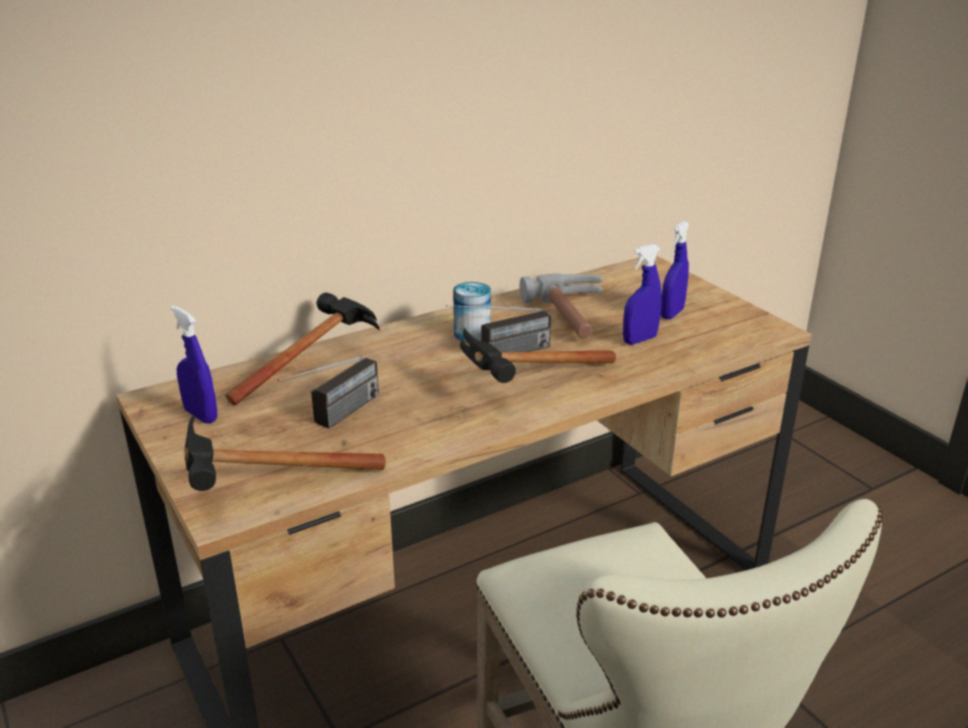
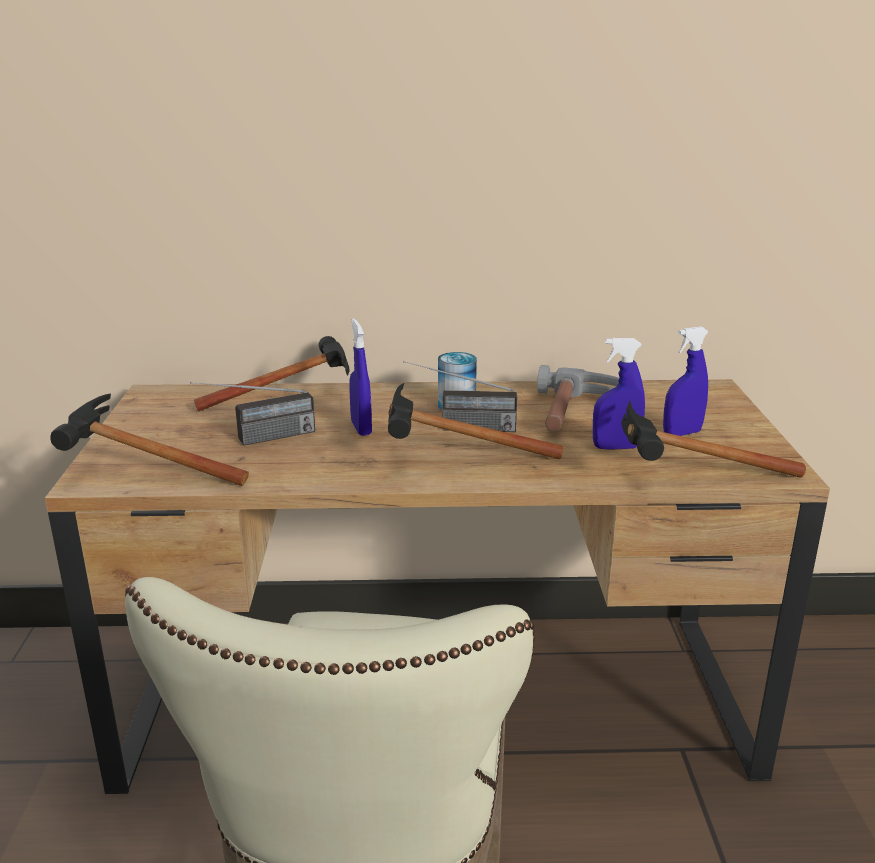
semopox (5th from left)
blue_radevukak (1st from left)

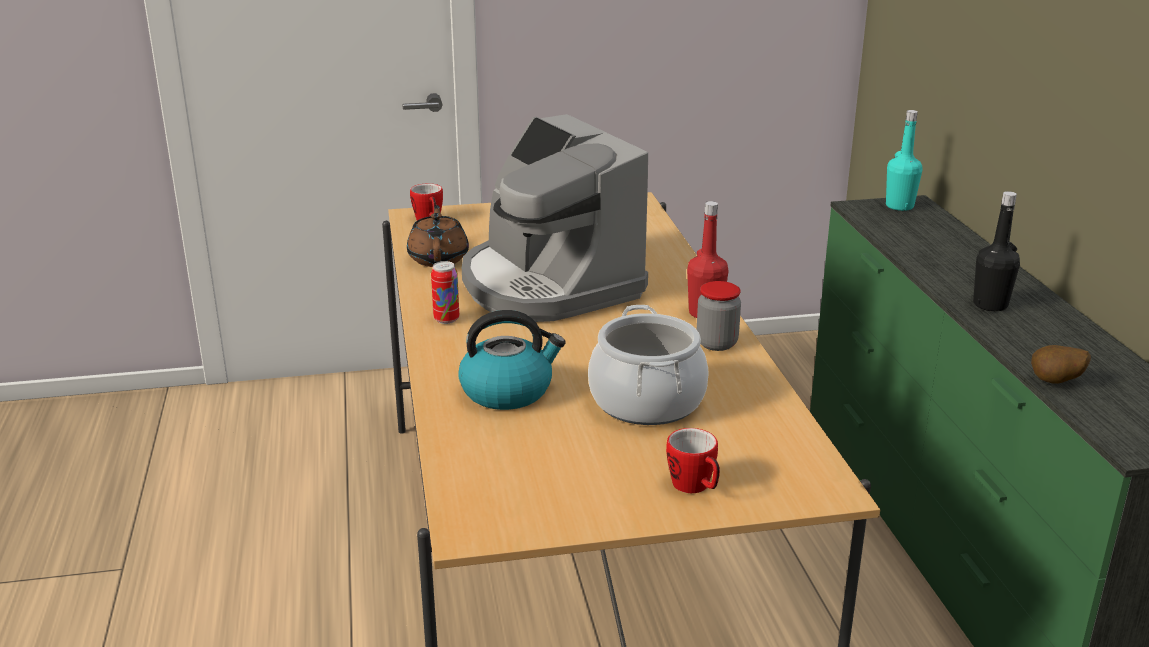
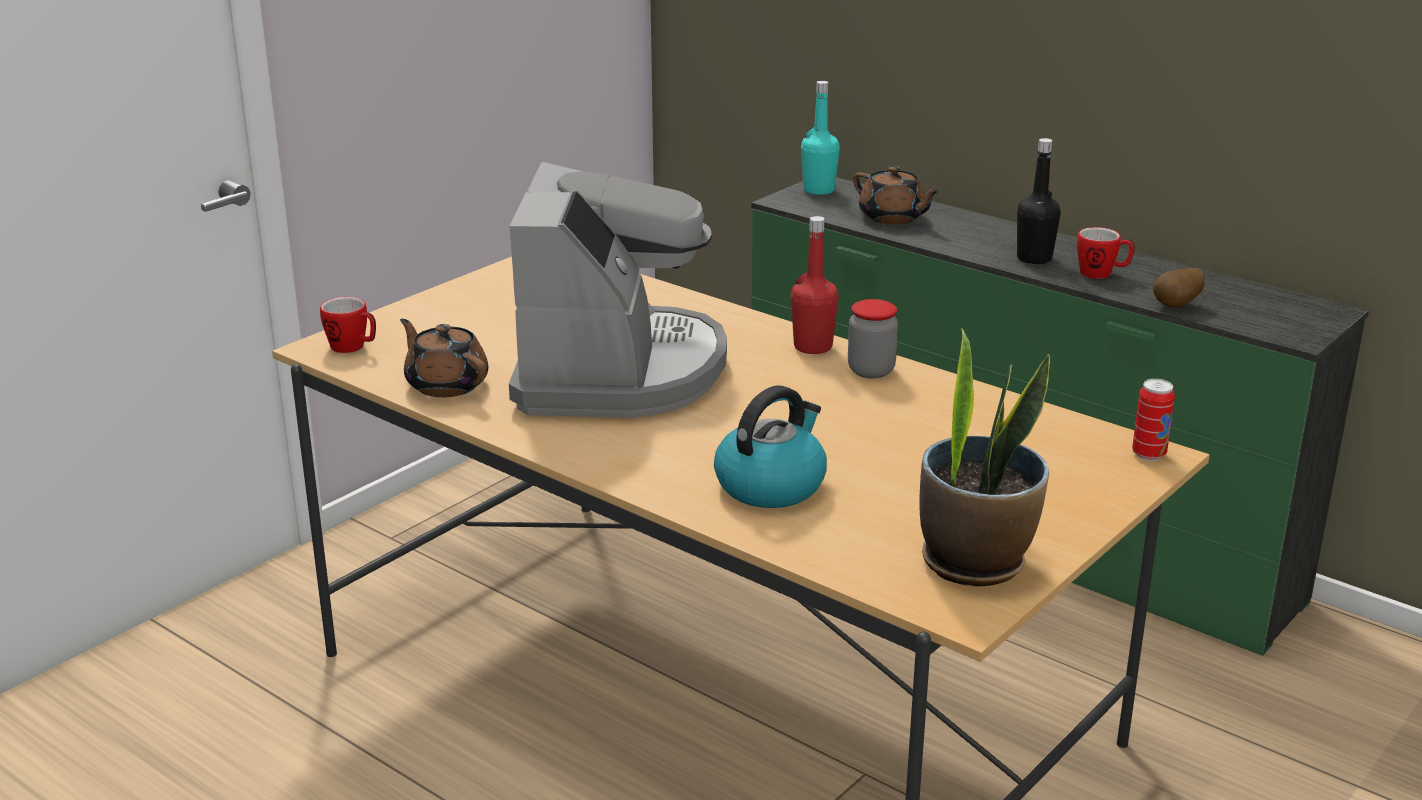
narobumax
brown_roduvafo (2nd from left)
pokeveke
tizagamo
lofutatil (2nd from left)
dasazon

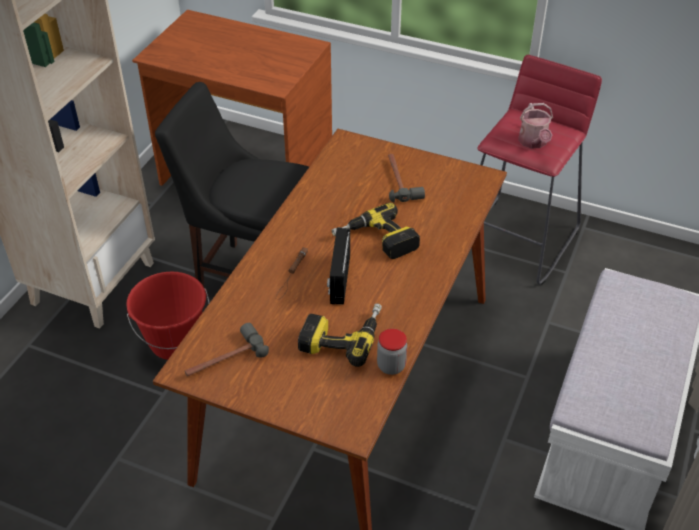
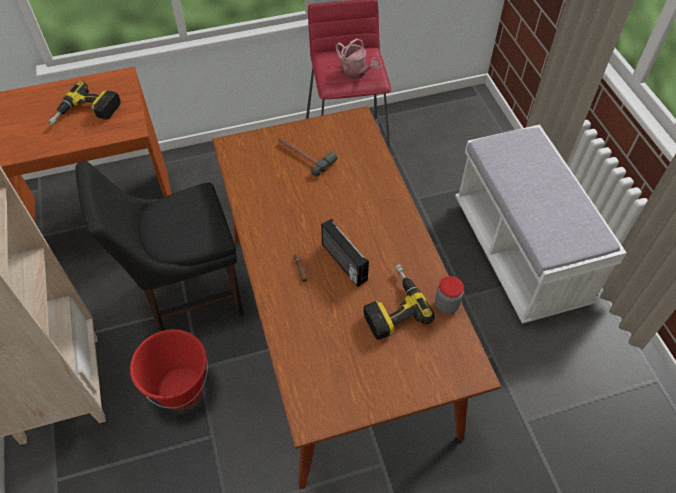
semopox (1st from left in the first image)
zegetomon (1st from left)

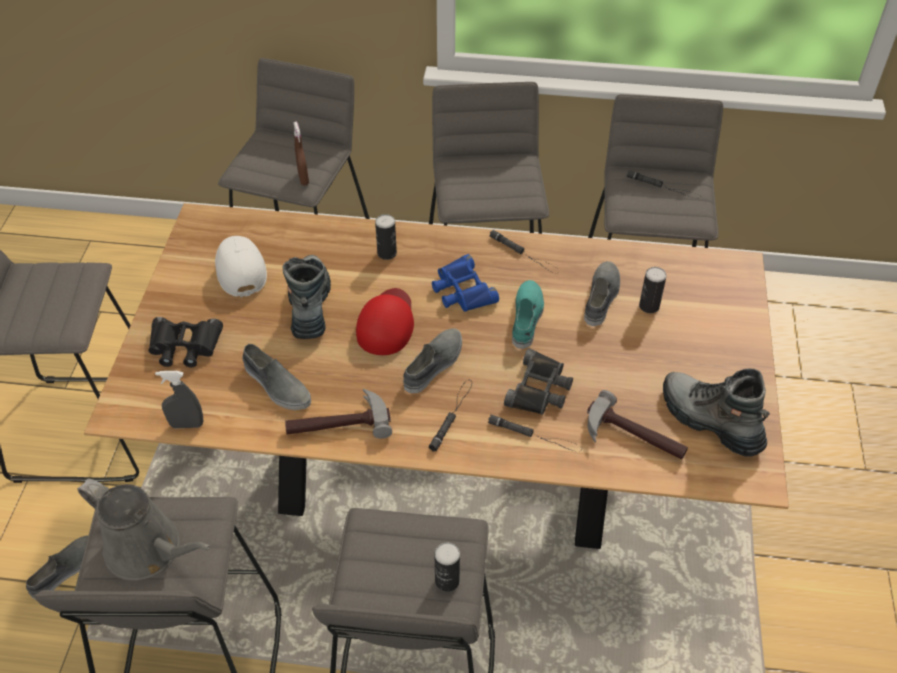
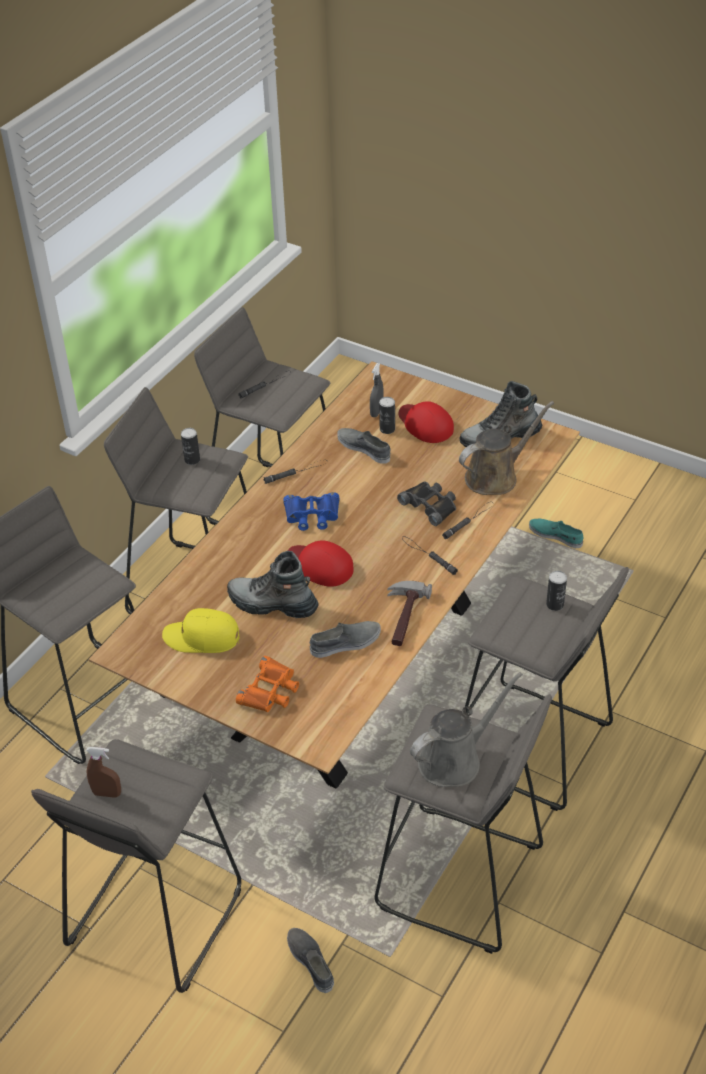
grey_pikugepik (3rd from left in the first image)
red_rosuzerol (2nd from left)
grey_radevukak
brown_radevukak
tizagamo (1st from left)
turquoise_pikugepik
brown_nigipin
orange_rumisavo
yellow_rosuzerol

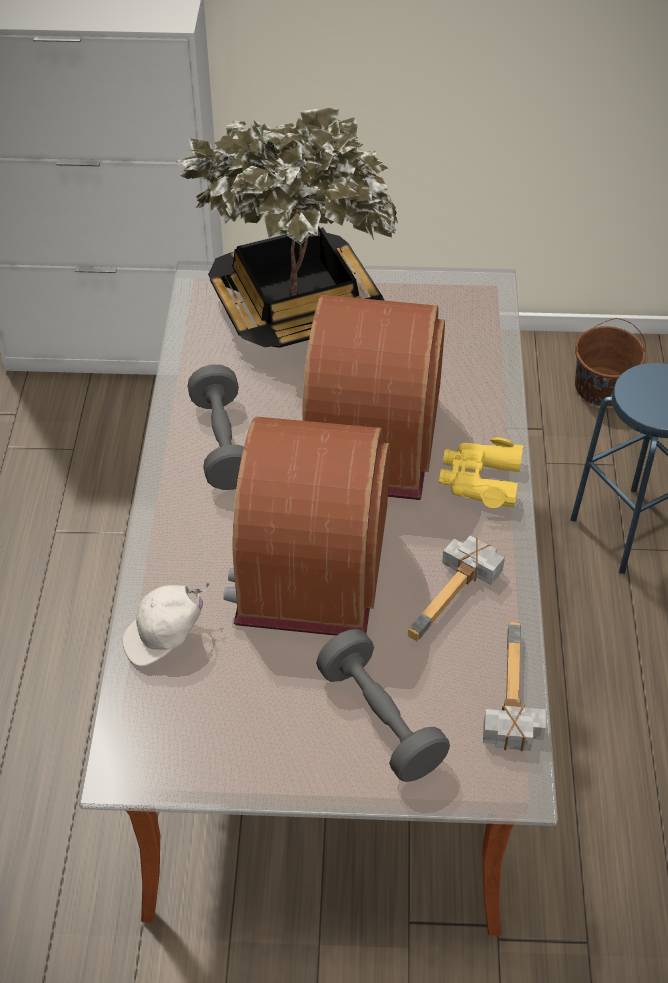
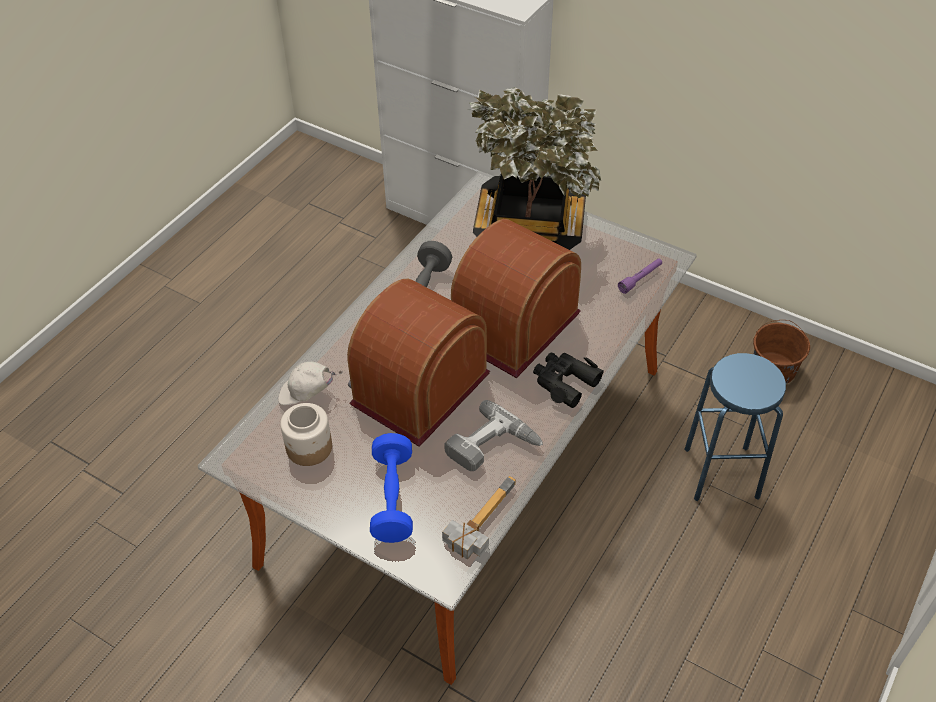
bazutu
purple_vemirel
zegetomon
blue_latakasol
black_rumisavo

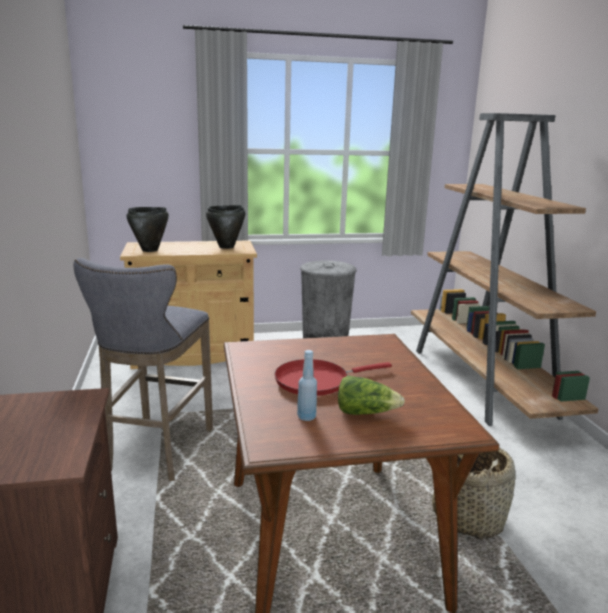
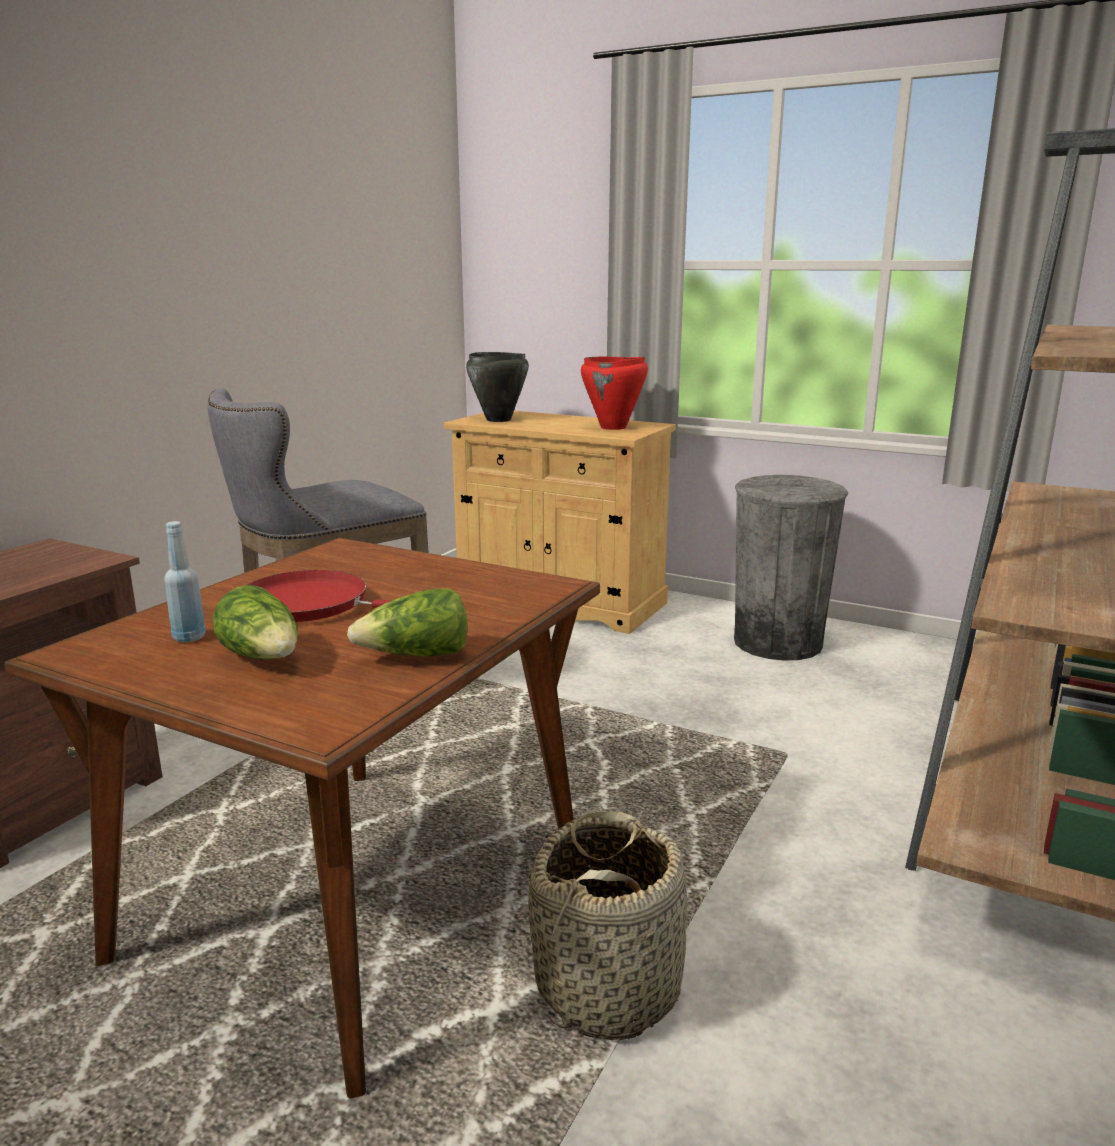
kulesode (2nd from left)
red_narobumax

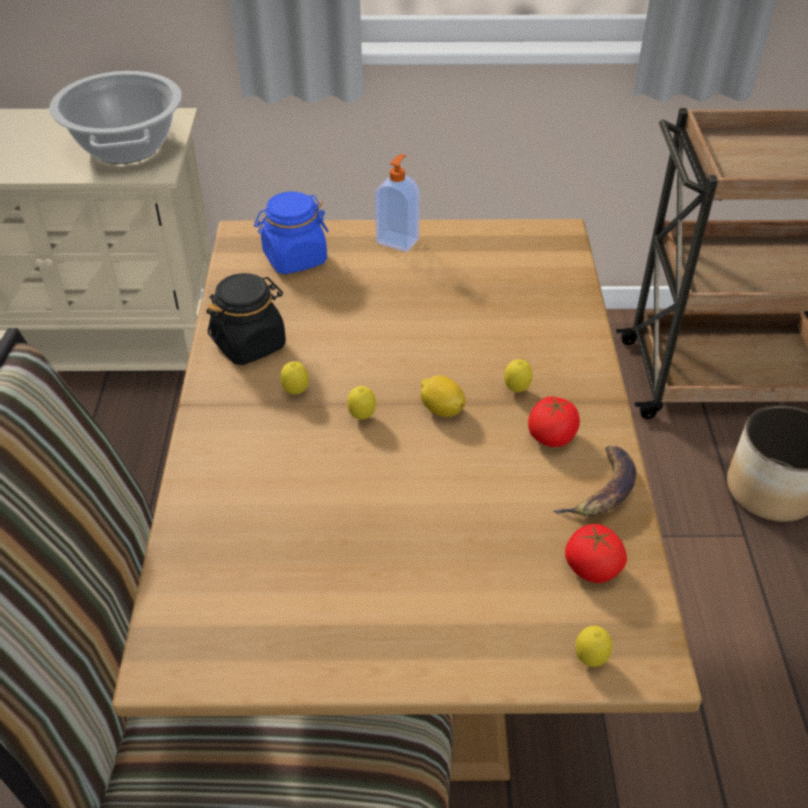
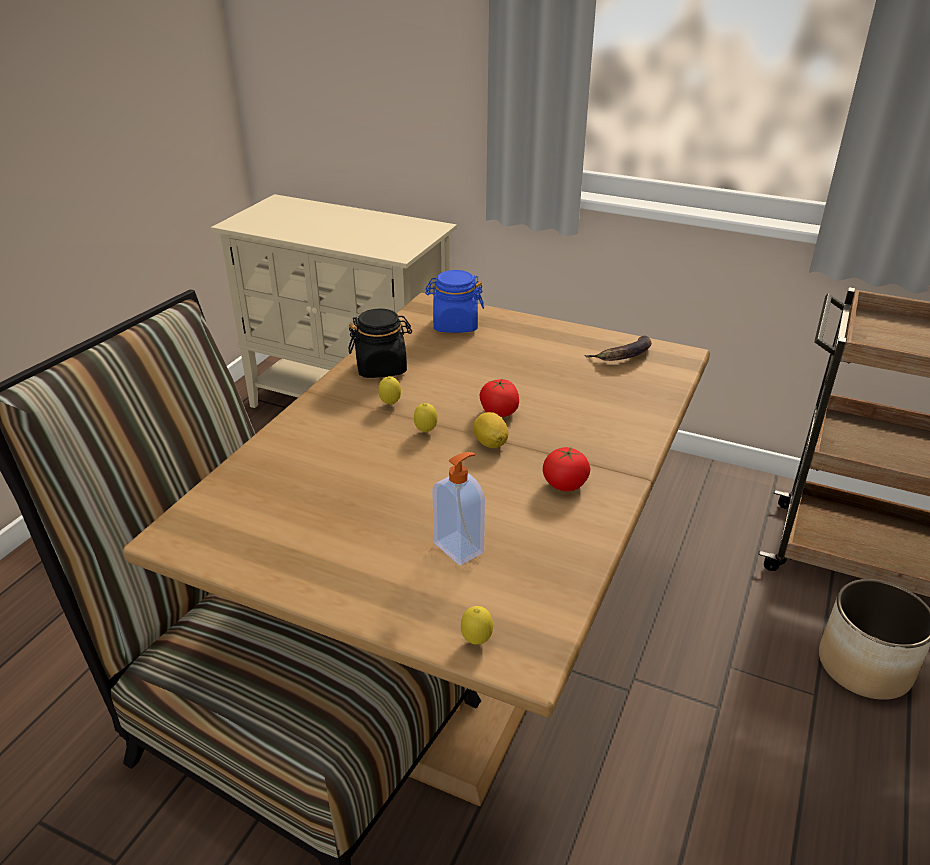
narobumax
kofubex (4th from left in the first image)
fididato
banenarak
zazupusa (1st from left)

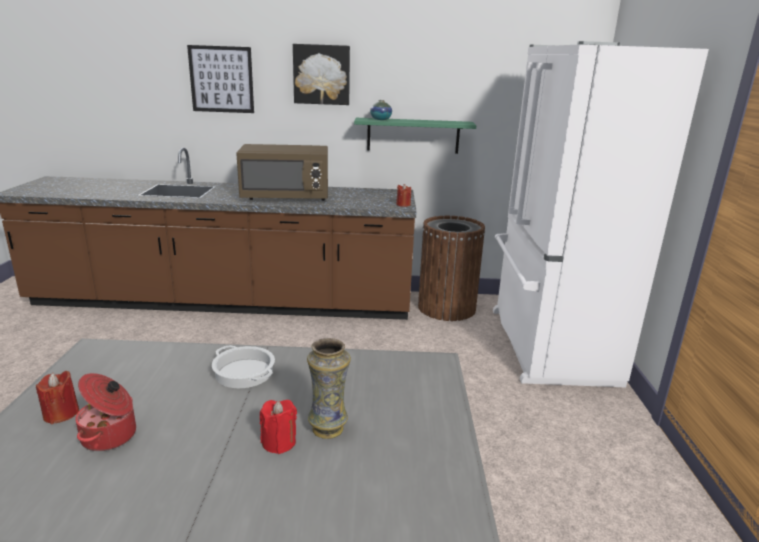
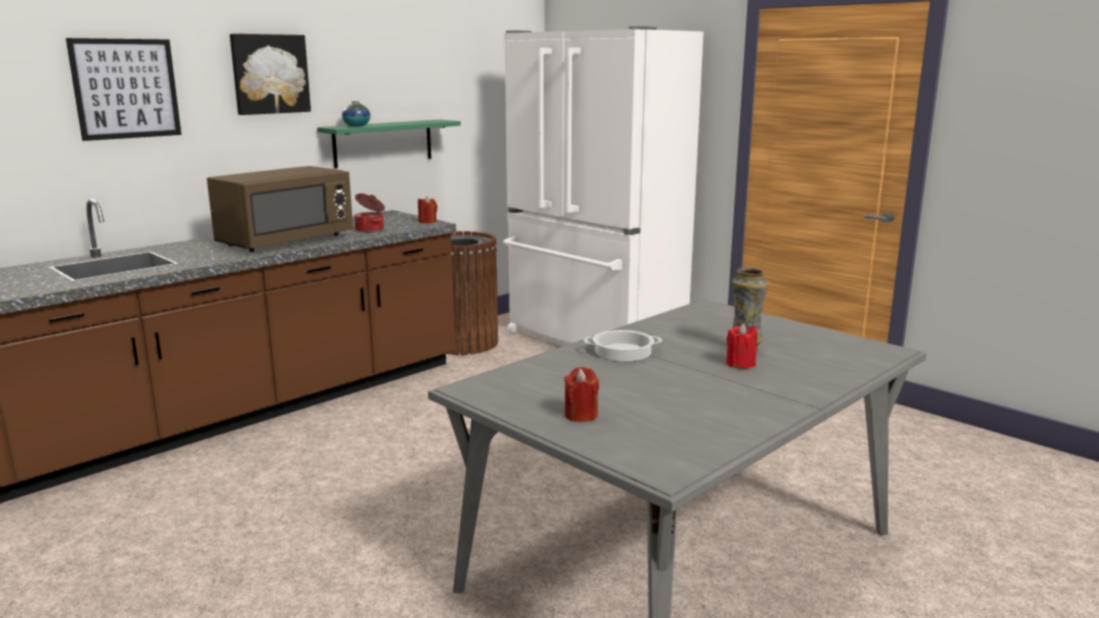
narobumax (1st from left)

